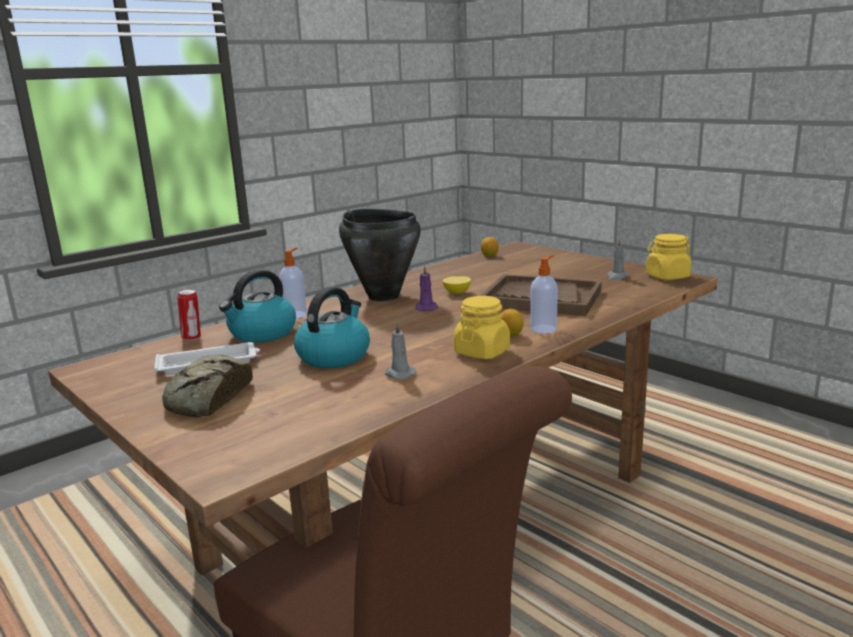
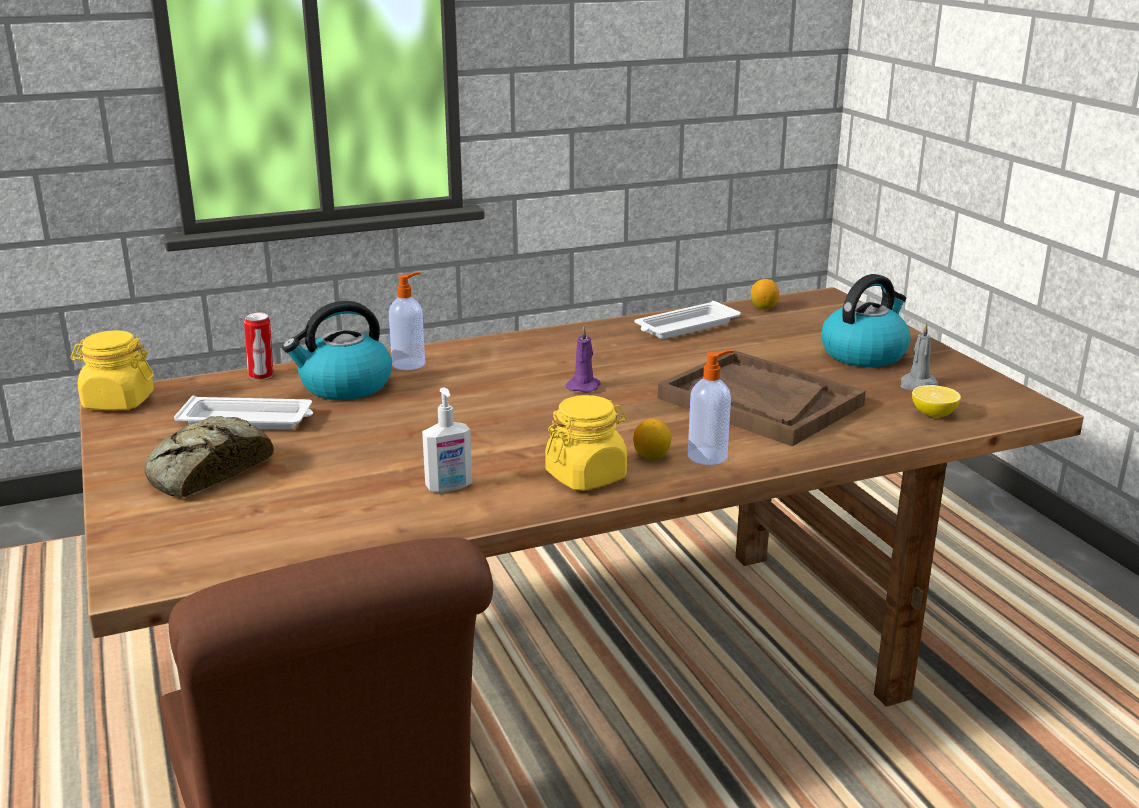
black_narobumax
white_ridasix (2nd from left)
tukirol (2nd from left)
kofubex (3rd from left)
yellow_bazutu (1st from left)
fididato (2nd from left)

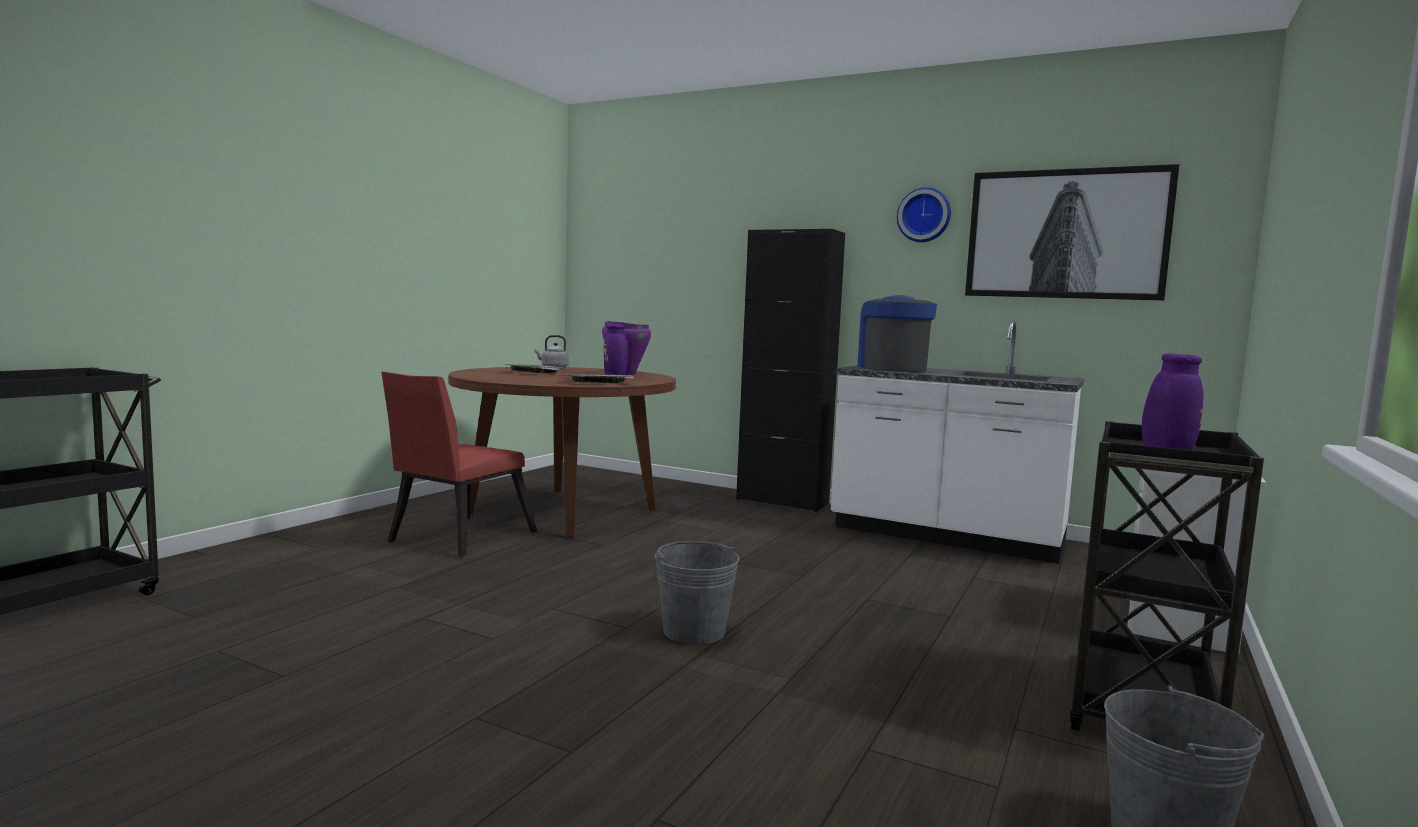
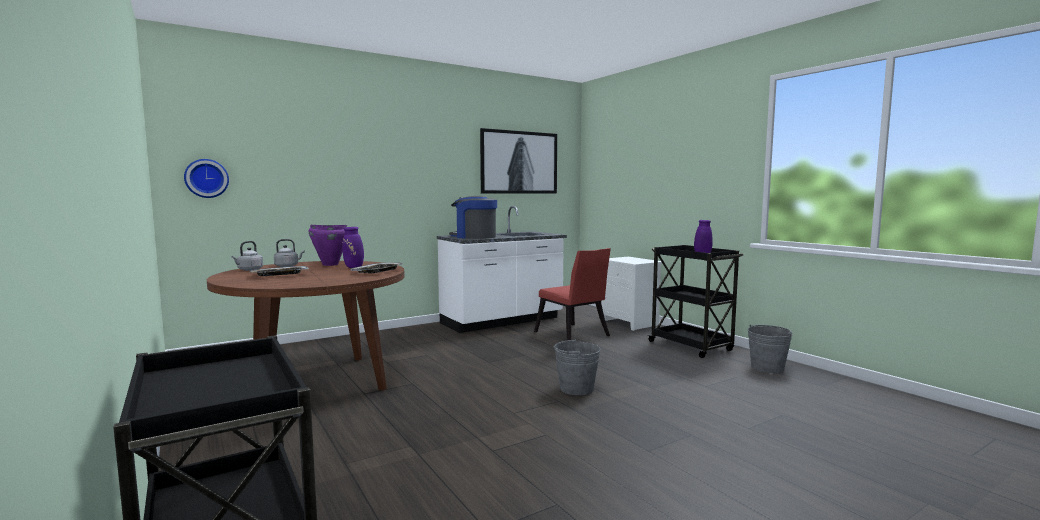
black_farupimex
grey_tukirol (2nd from left)
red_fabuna
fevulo

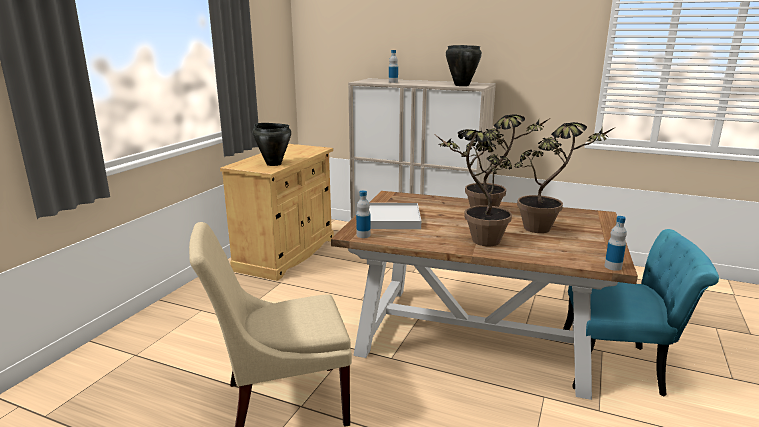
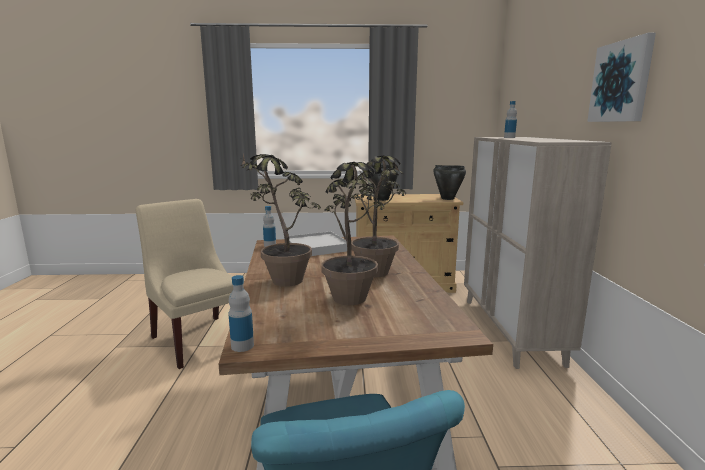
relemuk
black_narobumax (2nd from left)

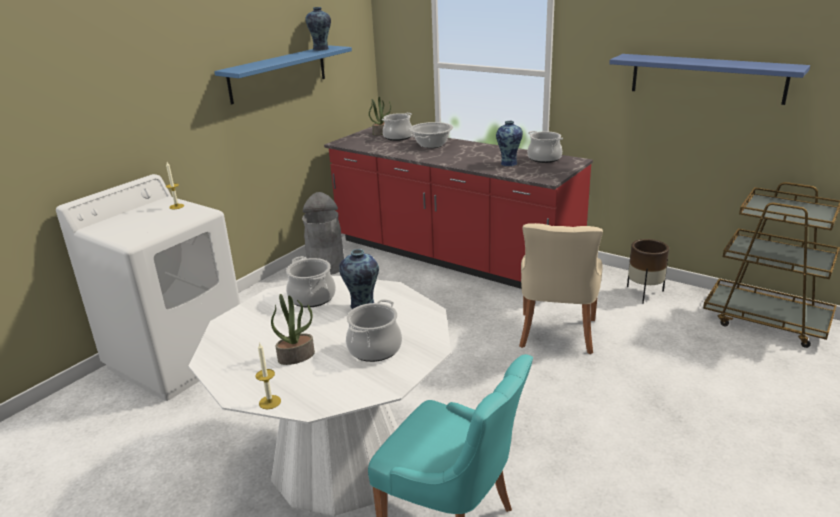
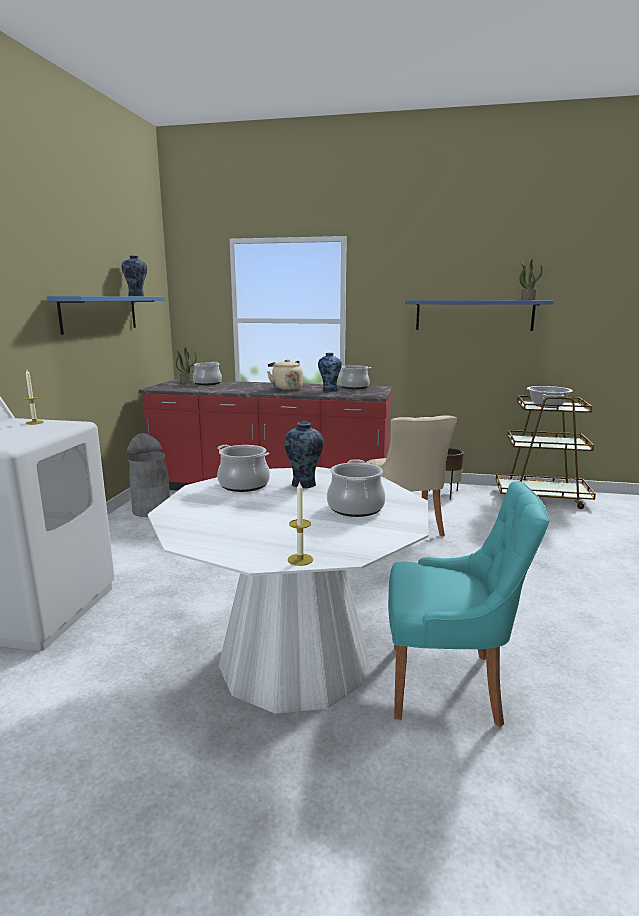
beige_tukirol
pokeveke (2nd from left)
narobumax (5th from left)

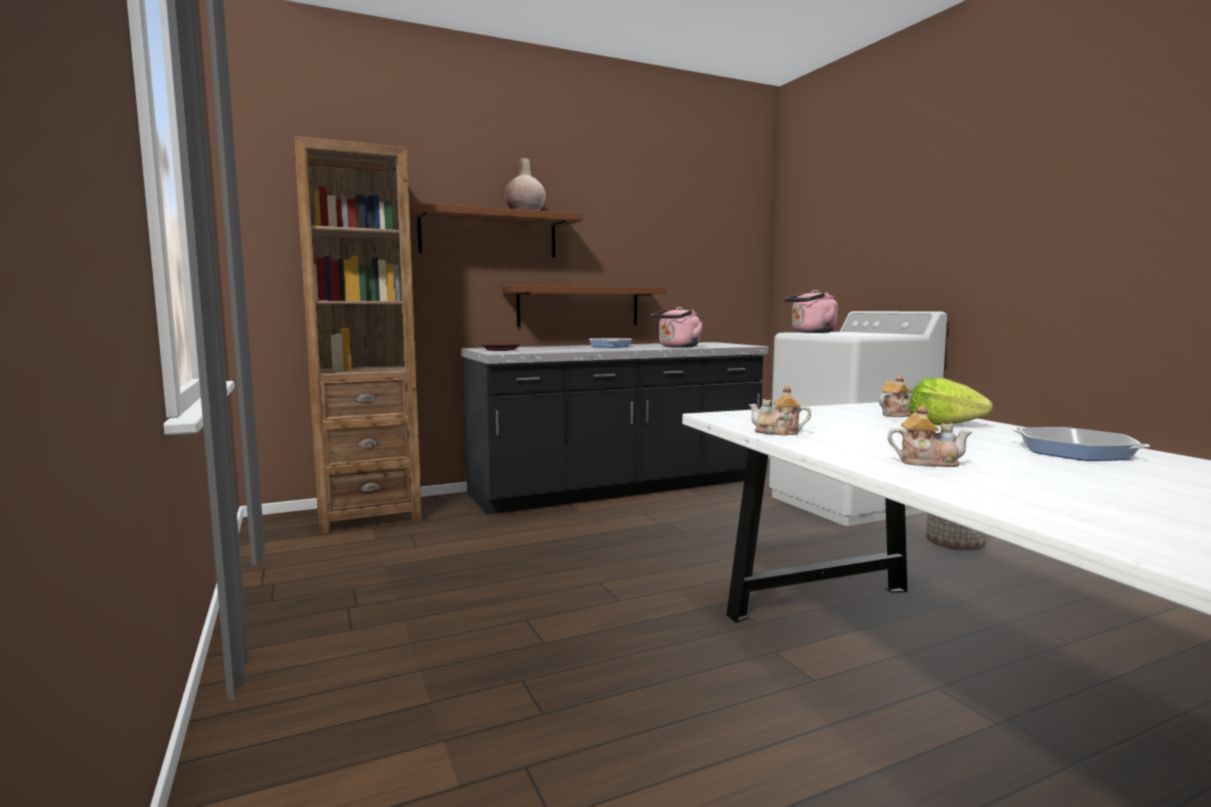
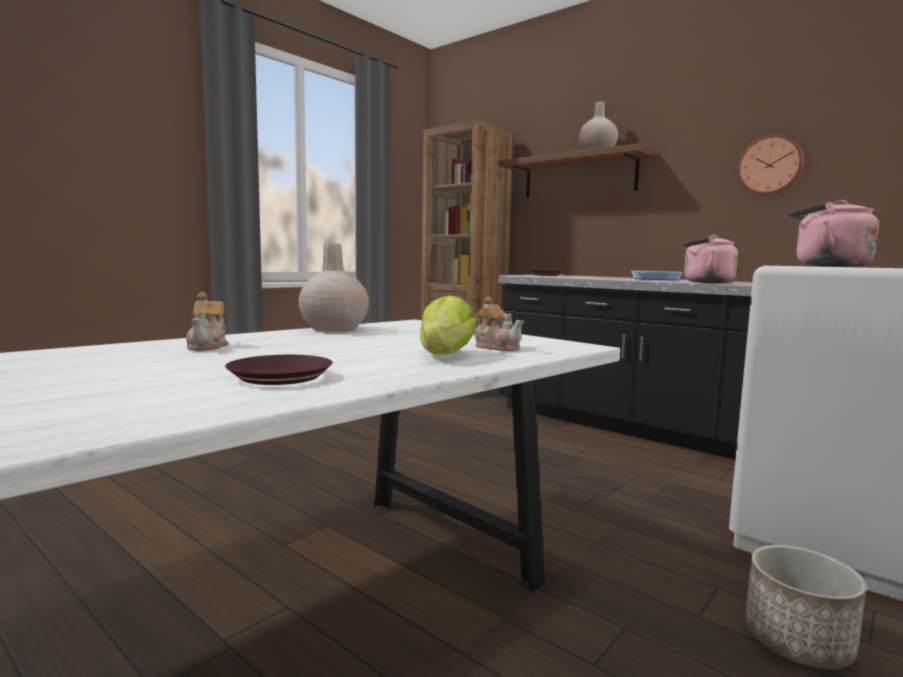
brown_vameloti (2nd from left in the first image)
fevulo
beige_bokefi (1st from left)
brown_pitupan (1st from left)

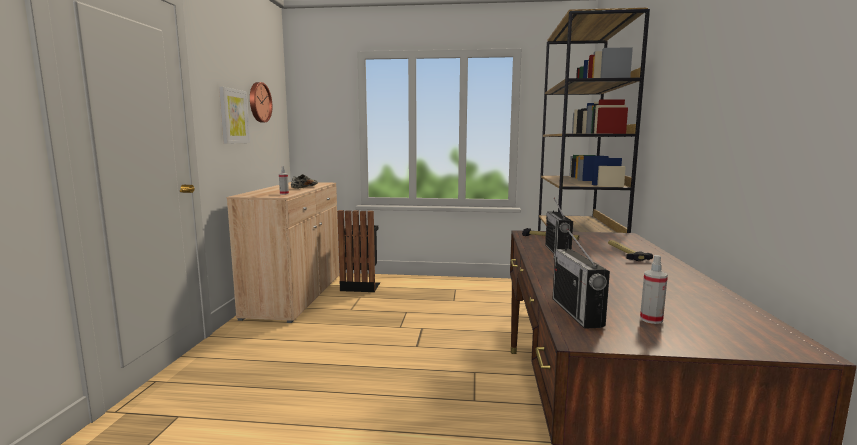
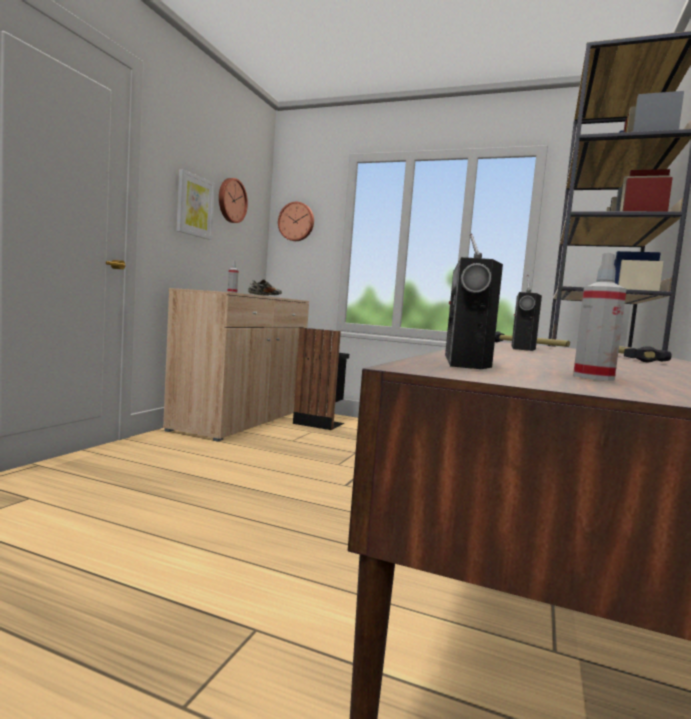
fevulo (2nd from left)

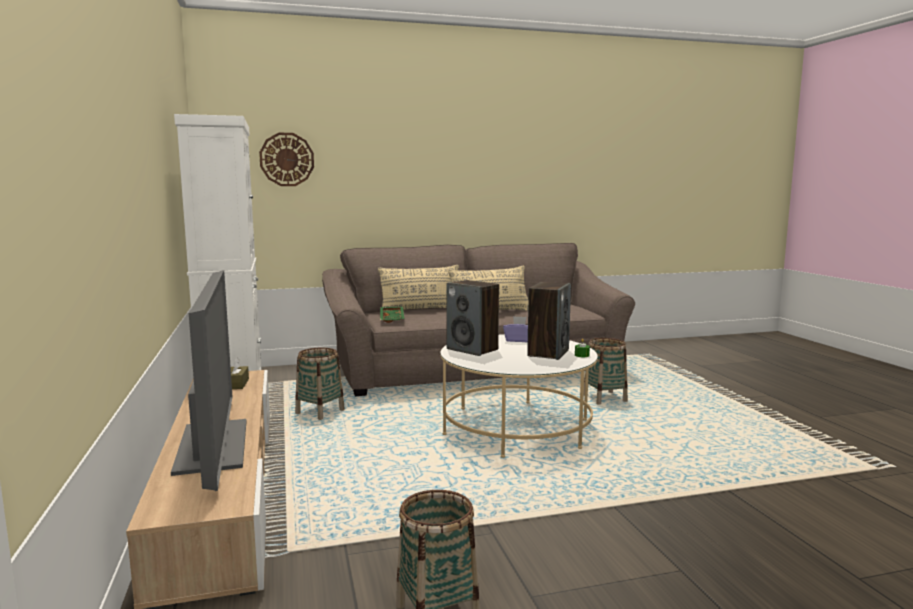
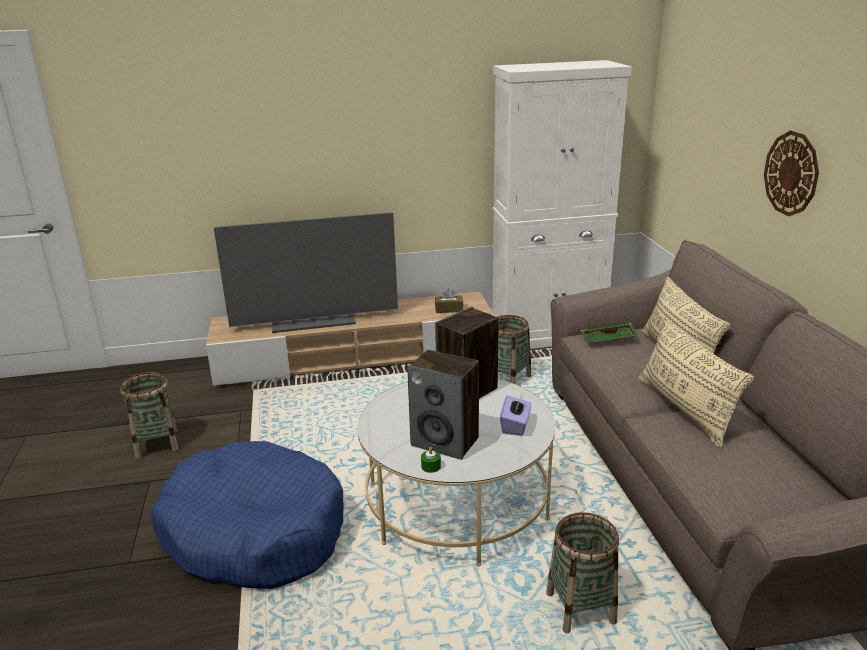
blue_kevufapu
fevulo

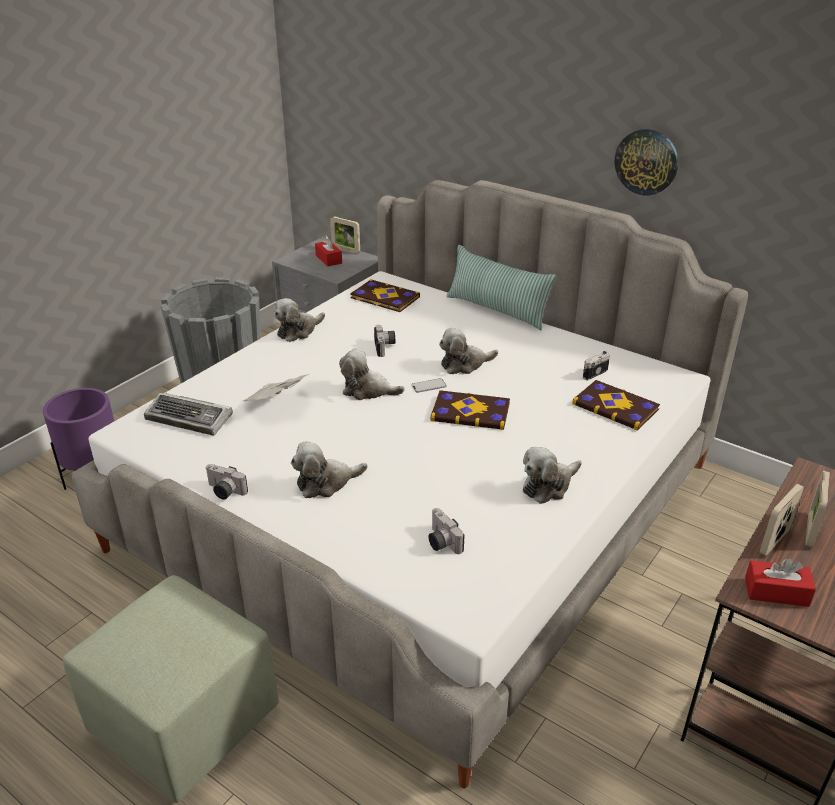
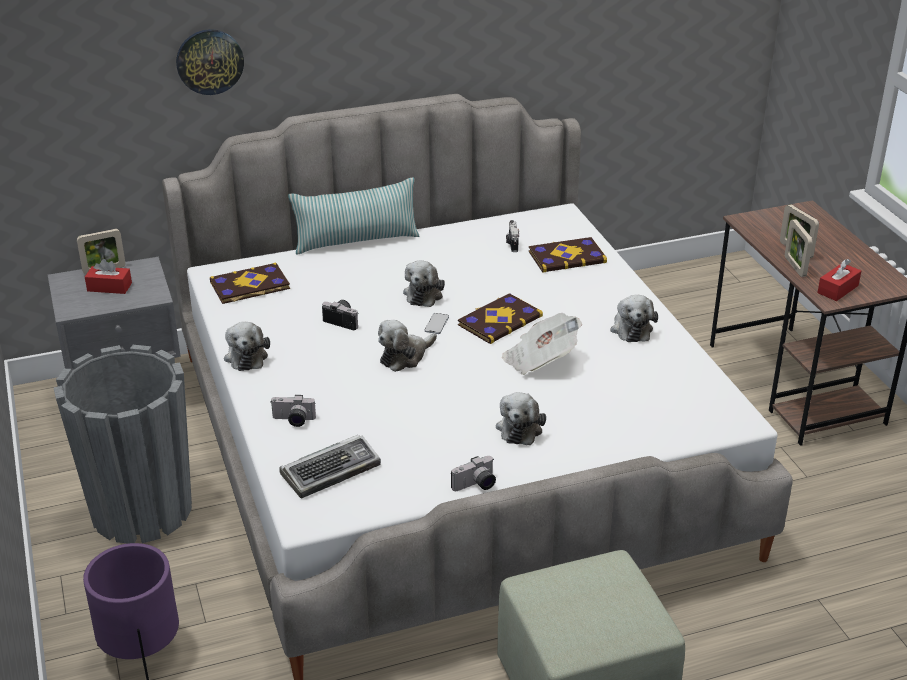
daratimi
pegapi (1st from left)
fevulo

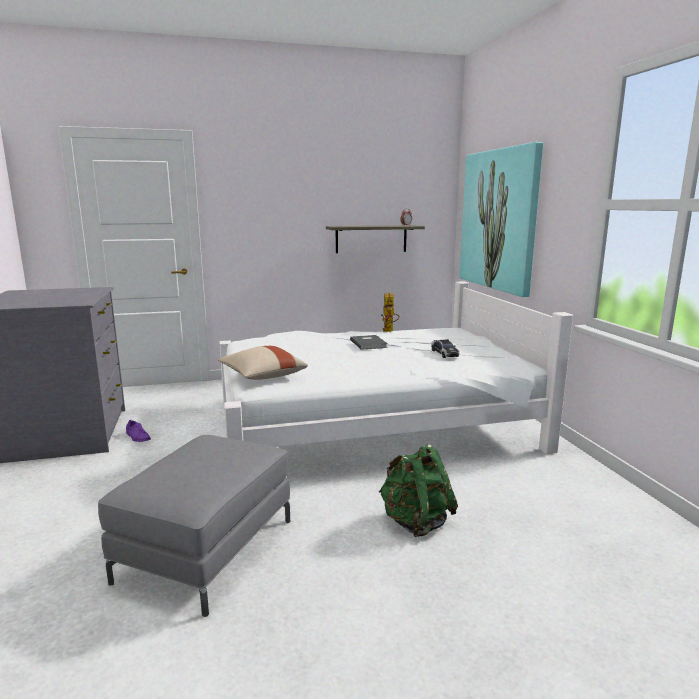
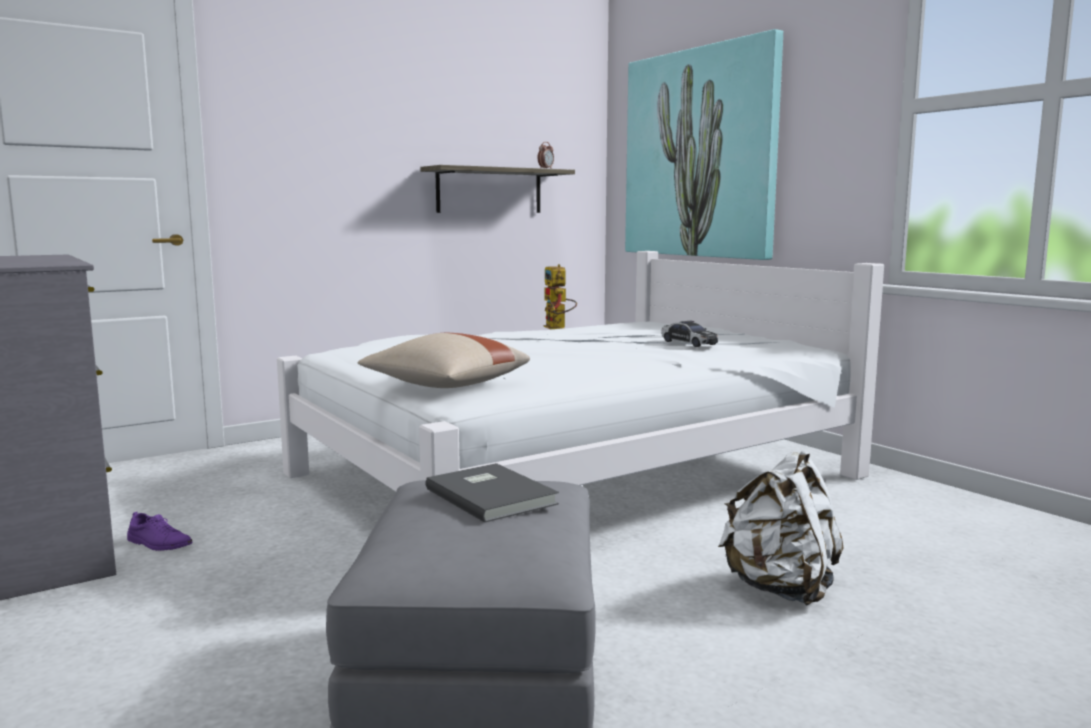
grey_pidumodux
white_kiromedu

